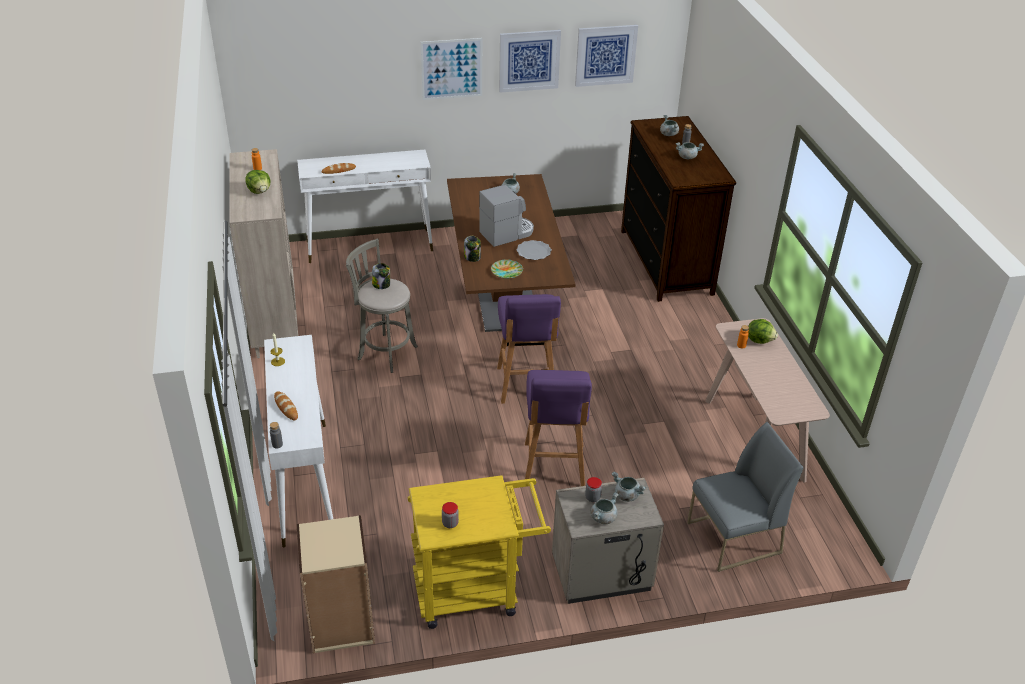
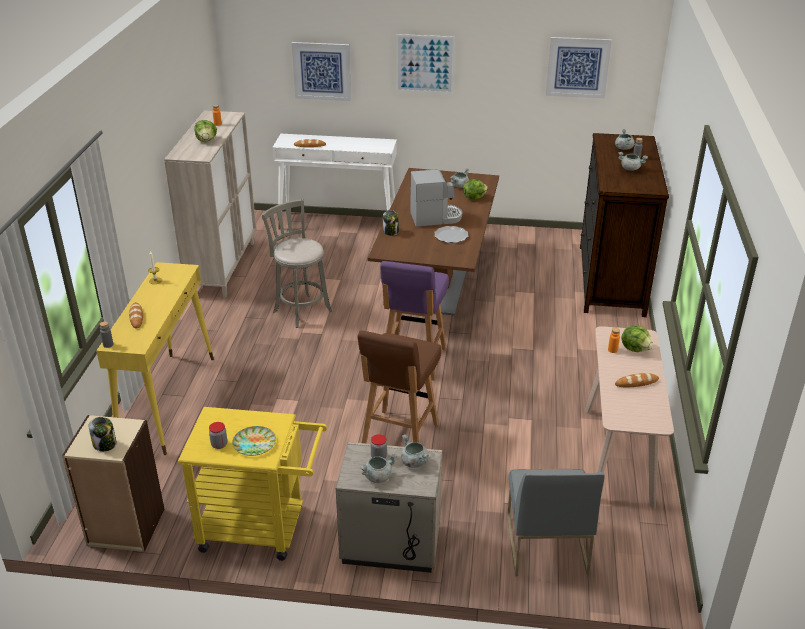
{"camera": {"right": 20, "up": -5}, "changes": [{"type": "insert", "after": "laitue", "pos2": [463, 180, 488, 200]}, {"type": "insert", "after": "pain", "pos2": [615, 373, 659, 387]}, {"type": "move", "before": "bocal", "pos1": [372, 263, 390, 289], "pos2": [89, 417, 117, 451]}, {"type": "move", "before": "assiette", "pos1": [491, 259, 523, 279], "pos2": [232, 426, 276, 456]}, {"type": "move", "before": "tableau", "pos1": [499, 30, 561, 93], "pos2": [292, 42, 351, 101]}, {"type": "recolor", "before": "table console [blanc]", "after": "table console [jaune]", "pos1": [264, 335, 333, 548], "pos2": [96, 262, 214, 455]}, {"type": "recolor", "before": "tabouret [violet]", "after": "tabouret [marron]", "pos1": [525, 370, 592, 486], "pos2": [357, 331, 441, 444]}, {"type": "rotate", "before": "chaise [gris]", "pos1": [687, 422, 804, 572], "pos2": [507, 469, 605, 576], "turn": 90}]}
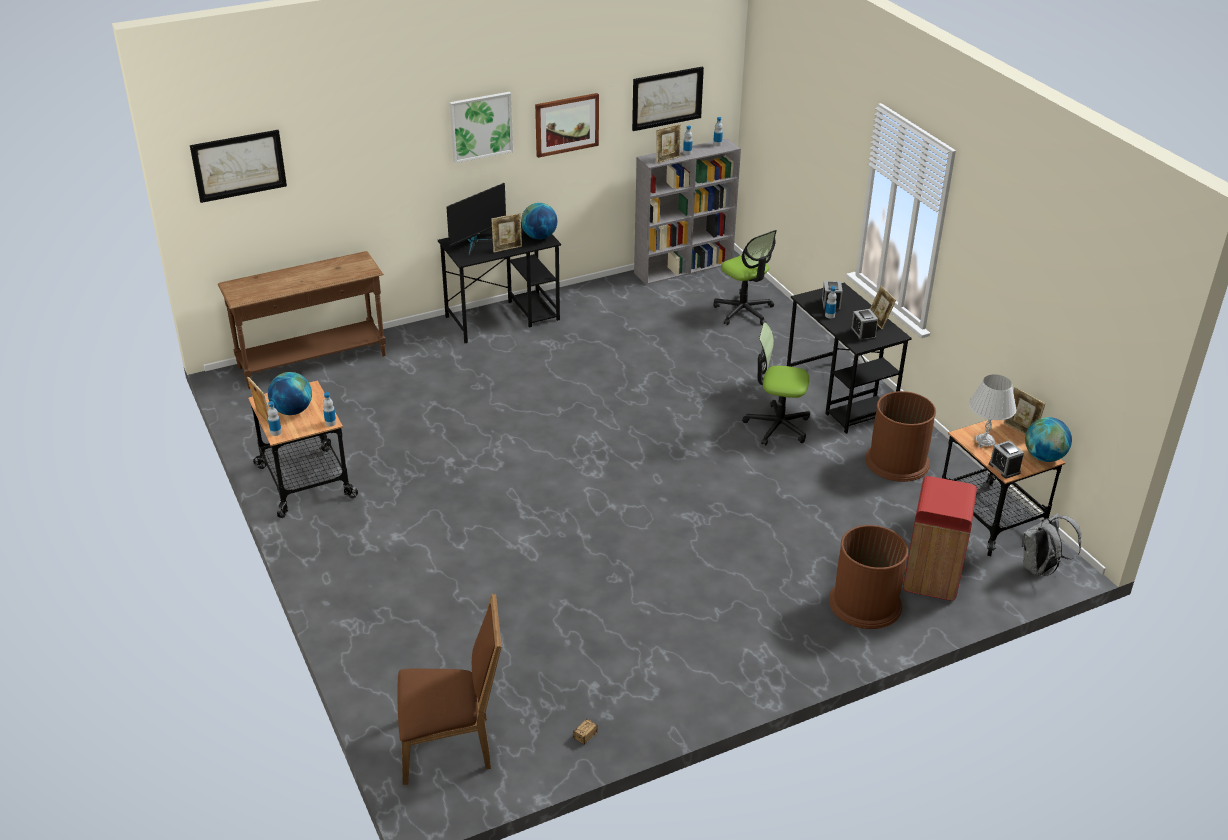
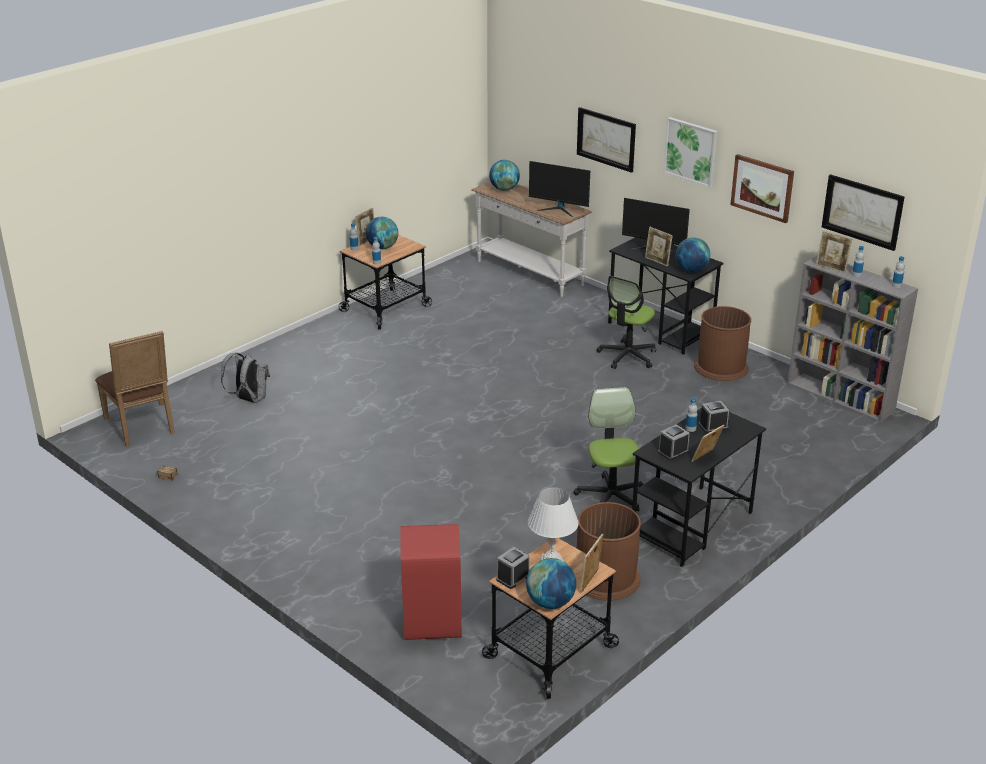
{"camera": {"right": 70, "up": -5}, "changes": [{"type": "insert", "after": "globe", "pos2": [489, 160, 520, 191]}, {"type": "insert", "after": "écran d'ordinateur", "pos2": [529, 161, 590, 217]}, {"type": "move", "before": "tableau", "pos1": [190, 130, 287, 203], "pos2": [577, 107, 636, 173]}, {"type": "move", "before": "chaise de bureau", "pos1": [713, 230, 777, 325], "pos2": [596, 276, 656, 369]}, {"type": "move", "before": "poubelle [marron]", "pos1": [829, 525, 908, 629], "pos2": [694, 306, 751, 381]}, {"type": "move", "before": "sac à dos [gris]", "pos1": [1022, 513, 1081, 576], "pos2": [221, 353, 270, 403]}, {"type": "recolor", "before": "table console [marron]", "after": "table console [blanc]", "pos1": [218, 251, 386, 389], "pos2": [471, 181, 592, 297]}]}
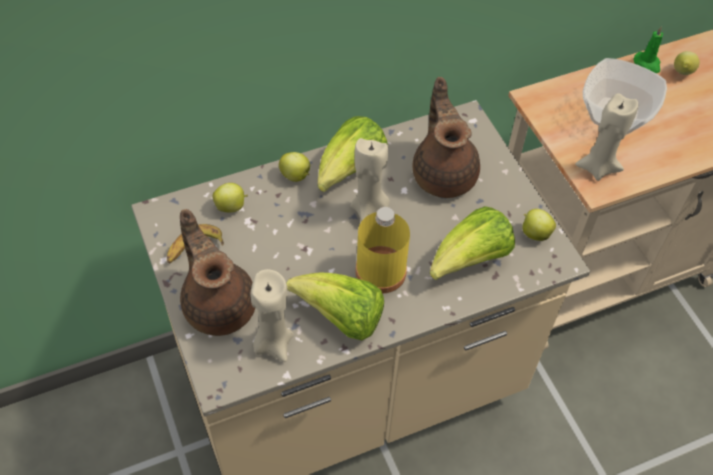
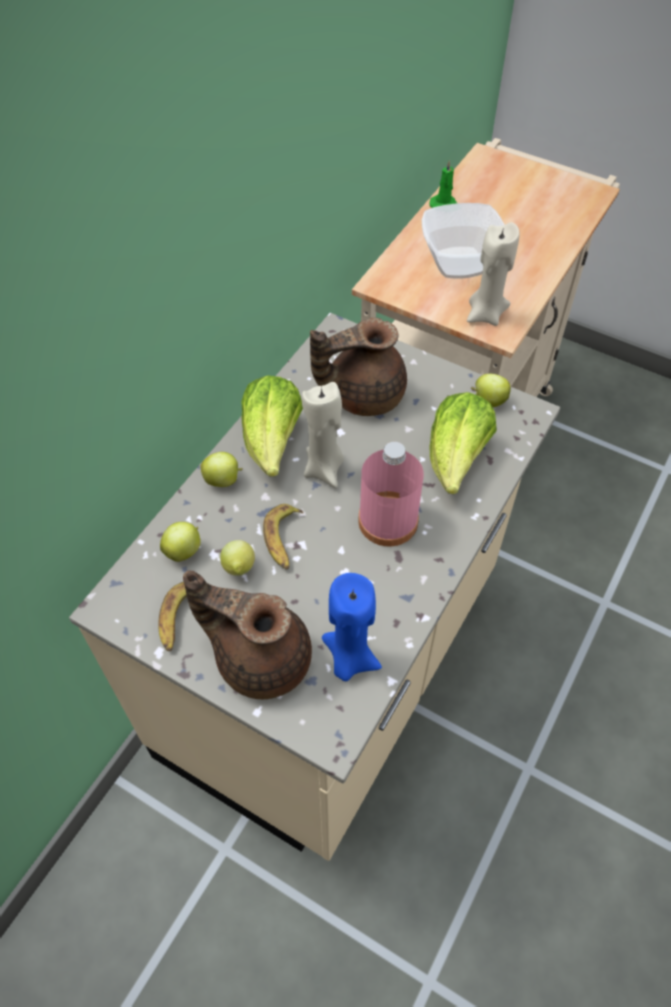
{"camera": {"right": -35, "up": 0}, "changes": [{"type": "delete", "before": "laitue", "pos1": [286, 272, 384, 340]}, {"type": "insert", "after": "banane", "pos2": [263, 504, 304, 570]}, {"type": "move", "before": "citron", "pos1": [674, 51, 700, 75], "pos2": [220, 540, 255, 576]}, {"type": "recolor", "before": "bougie [beige]", "after": "bougie [bleu]", "pos1": [250, 269, 294, 362], "pos2": [322, 573, 382, 681]}, {"type": "recolor", "before": "bouteille [jaune]", "after": "bouteille [rose]", "pos1": [355, 207, 410, 294], "pos2": [358, 442, 424, 546]}, {"type": "rotate", "before": "théière [marron]", "pos1": [413, 77, 480, 198], "pos2": [310, 318, 407, 416], "turn": -60}]}
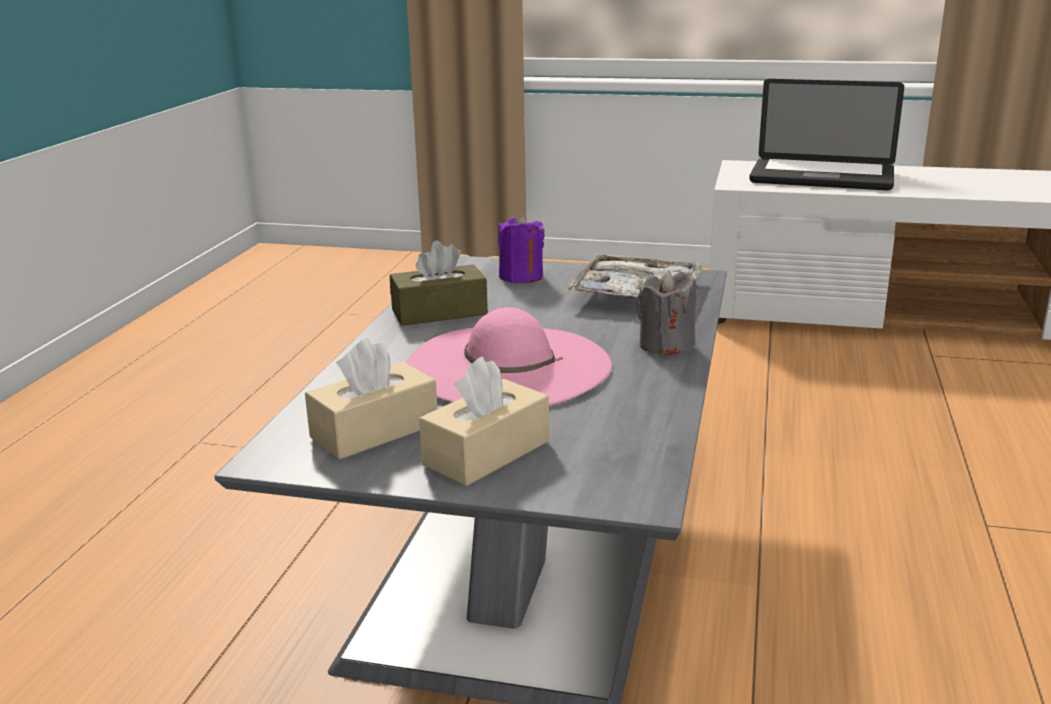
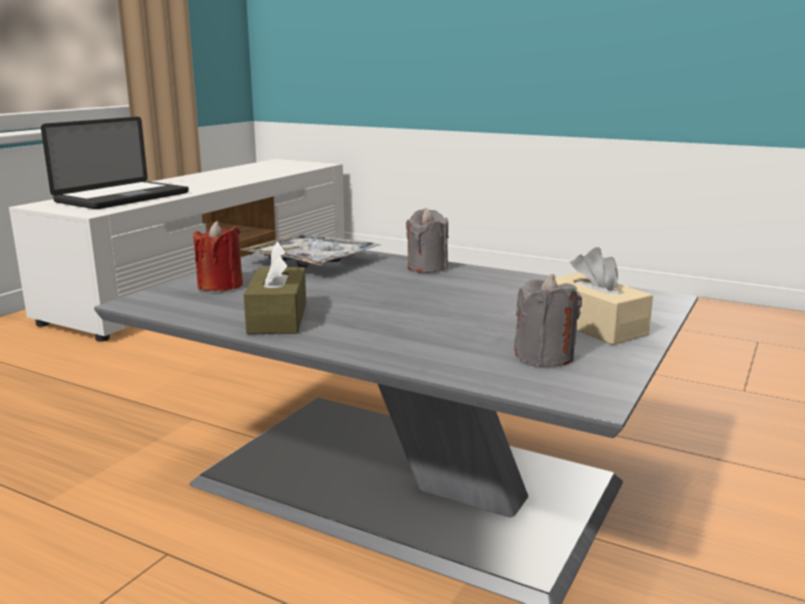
{"camera": {"right": -75, "up": -5}, "changes": [{"type": "delete", "before": "chapeau [rose]", "pos1": [406, 307, 612, 406]}, {"type": "replace", "before": "boîte à mouchoirs [beige]", "after": "bougie [gris]", "pos1": [305, 338, 437, 459], "pos2": [514, 274, 582, 367]}, {"type": "recolor", "before": "bougie [violet]", "after": "bougie [rouge]", "pos1": [498, 213, 545, 283], "pos2": [193, 221, 243, 291]}]}
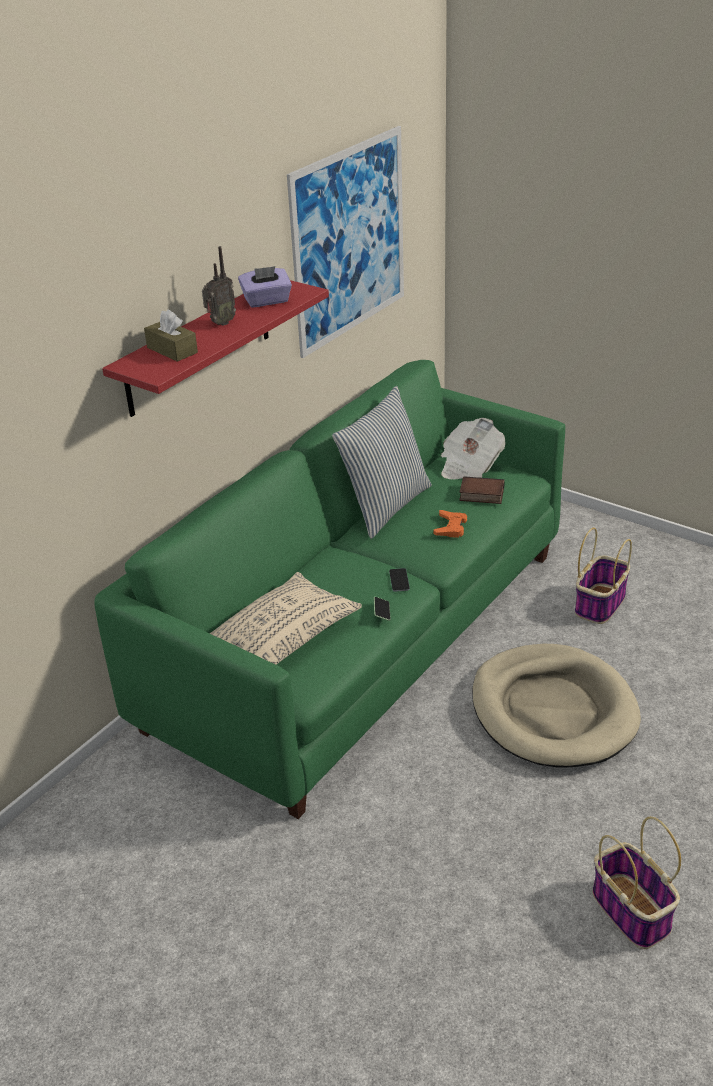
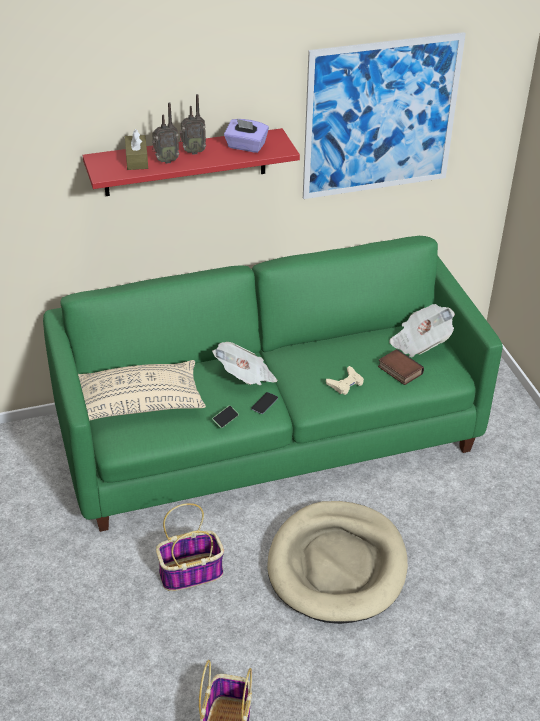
{"camera": {"right": 35, "up": 5}, "changes": [{"type": "delete", "before": "coussin", "pos1": [332, 386, 432, 539]}, {"type": "insert", "after": "radio", "pos2": [152, 102, 180, 164]}, {"type": "insert", "after": "journal", "pos2": [212, 342, 278, 385]}, {"type": "move", "before": "panier", "pos1": [575, 527, 632, 624], "pos2": [156, 503, 224, 591]}, {"type": "recolor", "before": "manette [orange]", "after": "manette [beige]", "pos1": [433, 510, 467, 538], "pos2": [326, 366, 364, 395]}]}
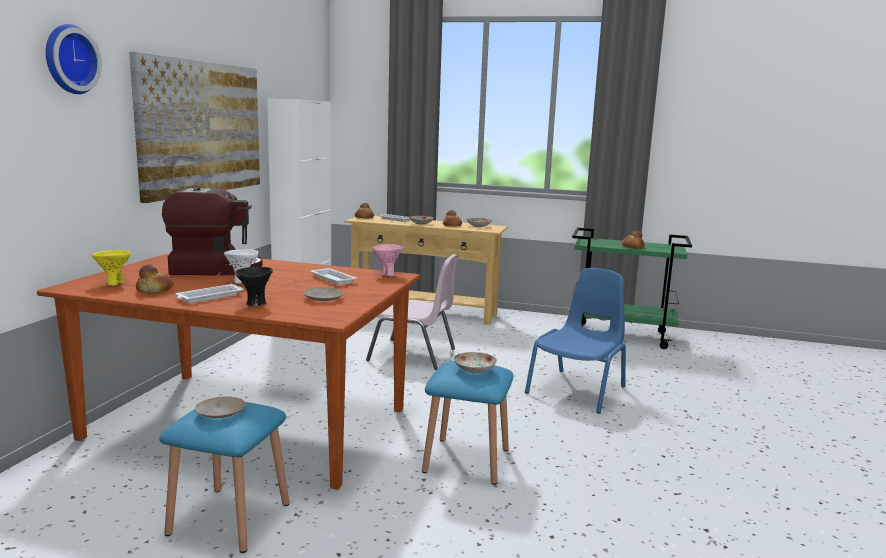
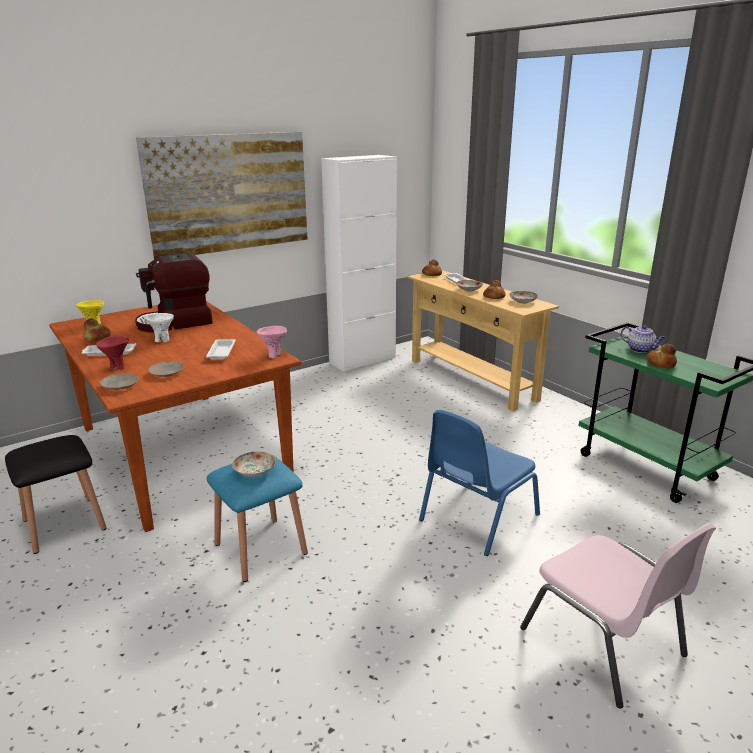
{"camera": {"right": 40, "up": 10}, "changes": [{"type": "delete", "before": "horloge murale", "pos1": [46, 24, 102, 94]}, {"type": "insert", "after": "théière", "pos2": [621, 325, 666, 353]}, {"type": "move", "before": "assiette [beige]", "pos1": [195, 396, 246, 418], "pos2": [100, 373, 139, 390]}, {"type": "move", "before": "chaise [rose]", "pos1": [366, 254, 458, 370], "pos2": [520, 523, 716, 708]}, {"type": "recolor", "before": "tabouret [bleu]", "after": "tabouret [noir]", "pos1": [160, 402, 289, 553], "pos2": [5, 435, 107, 554]}, {"type": "recolor", "before": "bol [noir]", "after": "bol [rouge]", "pos1": [235, 267, 273, 306], "pos2": [96, 336, 129, 370]}, {"type": "rotate", "before": "machine à café", "pos1": [162, 188, 263, 275], "pos2": [135, 253, 213, 333], "turn": 120}, {"type": "rotate", "before": "chaise [bleu]", "pos1": [525, 268, 626, 414], "pos2": [419, 410, 540, 556], "turn": 150}]}
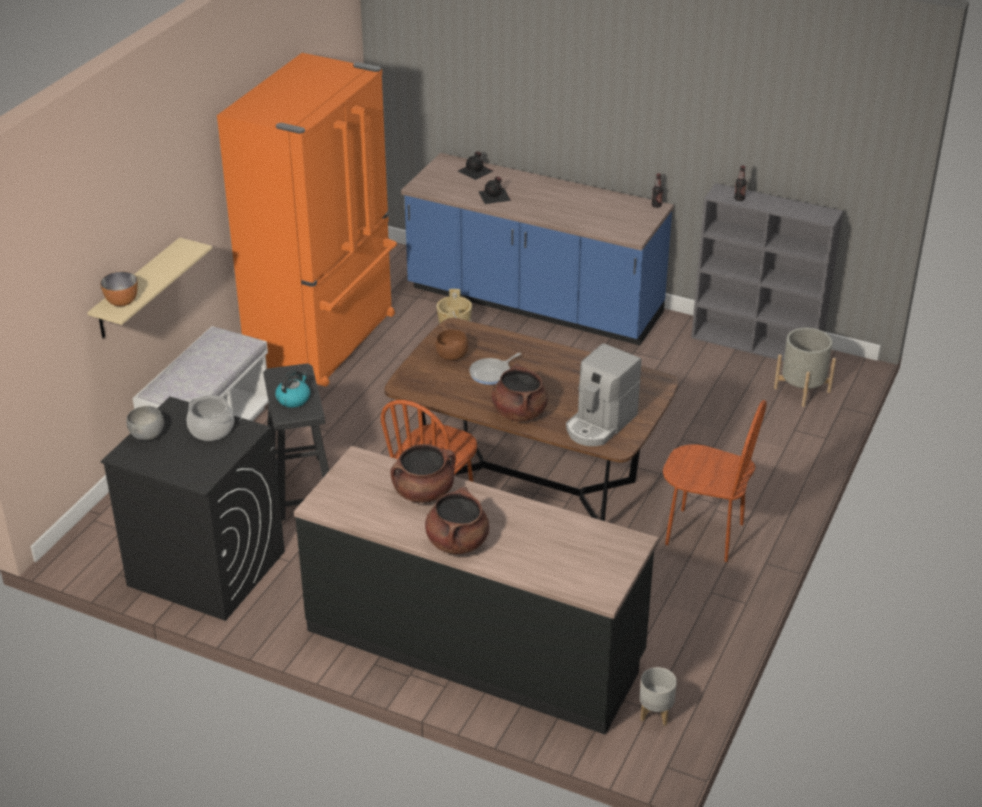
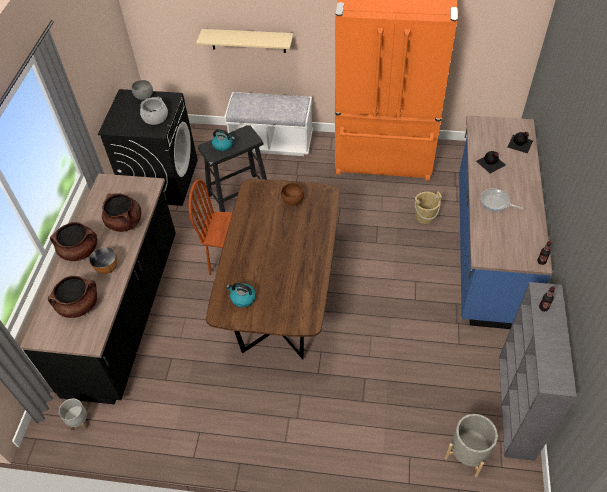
{"camera": {"right": 75, "up": 15}, "changes": [{"type": "delete", "before": "chaise [marron]", "pos1": [663, 400, 767, 562]}, {"type": "move", "before": "bol", "pos1": [100, 271, 138, 307], "pos2": [89, 247, 117, 274]}, {"type": "move", "before": "poêle", "pos1": [469, 353, 521, 385], "pos2": [481, 188, 524, 211]}, {"type": "move", "before": "marmite [marron]", "pos1": [492, 363, 548, 421], "pos2": [48, 276, 97, 318]}, {"type": "replace", "before": "machine à café", "after": "bouilloire", "pos1": [566, 343, 641, 446], "pos2": [226, 283, 256, 308]}]}
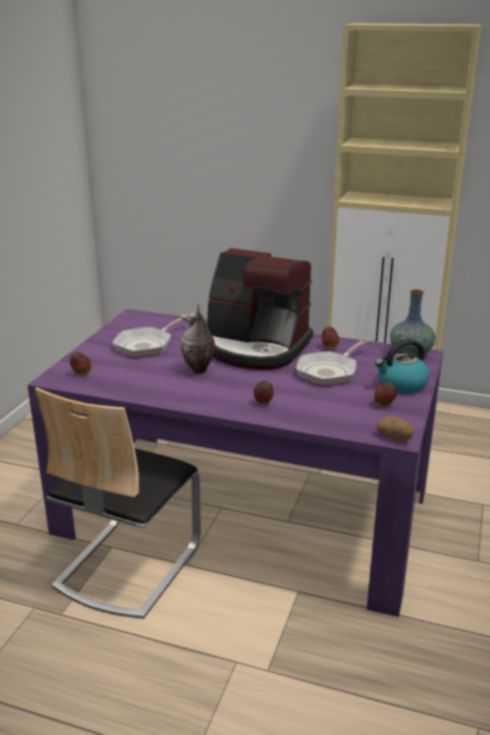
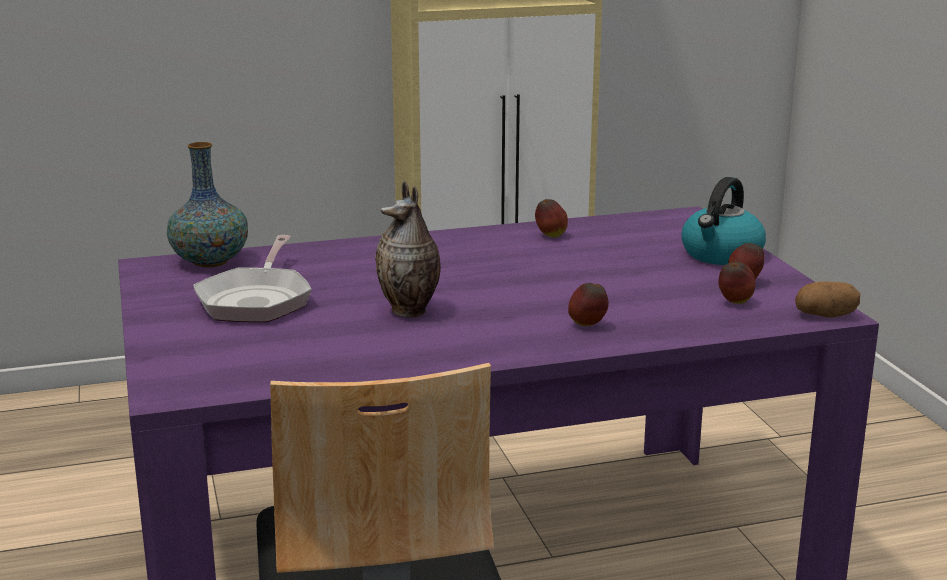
{"camera": {"right": -35, "up": -5}, "changes": [{"type": "delete", "before": "machine à café", "pos1": [207, 248, 313, 370]}, {"type": "delete", "before": "poêle", "pos1": [296, 338, 371, 386]}, {"type": "move", "before": "pomme", "pos1": [70, 352, 91, 375], "pos2": [719, 262, 755, 304]}, {"type": "move", "before": "vase", "pos1": [390, 289, 435, 357], "pos2": [167, 142, 248, 267]}]}
